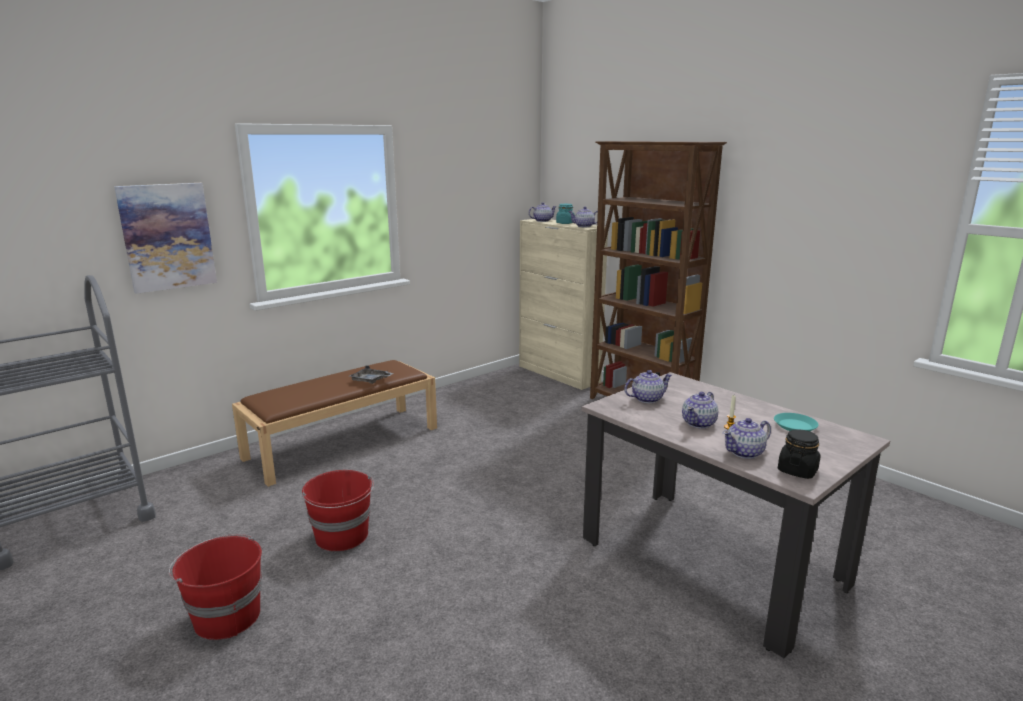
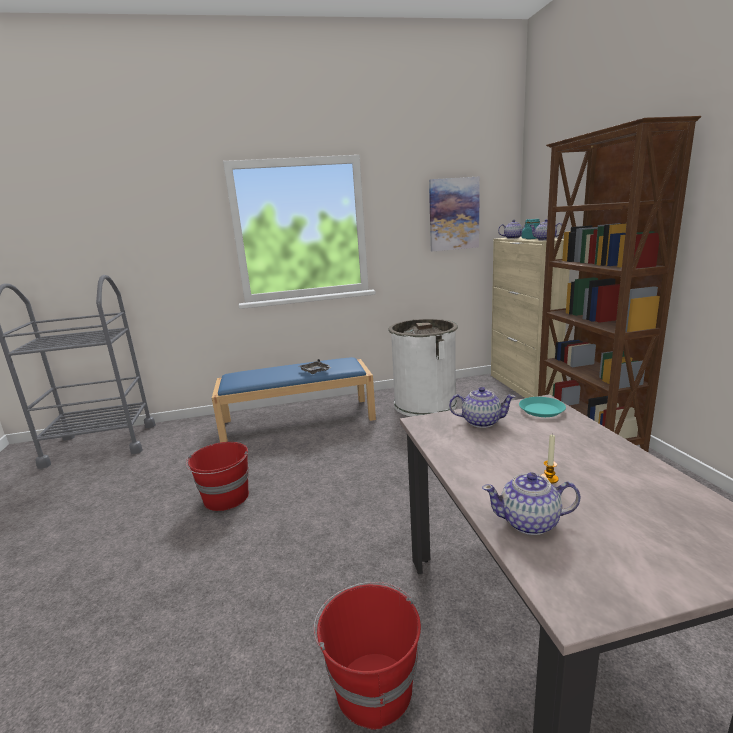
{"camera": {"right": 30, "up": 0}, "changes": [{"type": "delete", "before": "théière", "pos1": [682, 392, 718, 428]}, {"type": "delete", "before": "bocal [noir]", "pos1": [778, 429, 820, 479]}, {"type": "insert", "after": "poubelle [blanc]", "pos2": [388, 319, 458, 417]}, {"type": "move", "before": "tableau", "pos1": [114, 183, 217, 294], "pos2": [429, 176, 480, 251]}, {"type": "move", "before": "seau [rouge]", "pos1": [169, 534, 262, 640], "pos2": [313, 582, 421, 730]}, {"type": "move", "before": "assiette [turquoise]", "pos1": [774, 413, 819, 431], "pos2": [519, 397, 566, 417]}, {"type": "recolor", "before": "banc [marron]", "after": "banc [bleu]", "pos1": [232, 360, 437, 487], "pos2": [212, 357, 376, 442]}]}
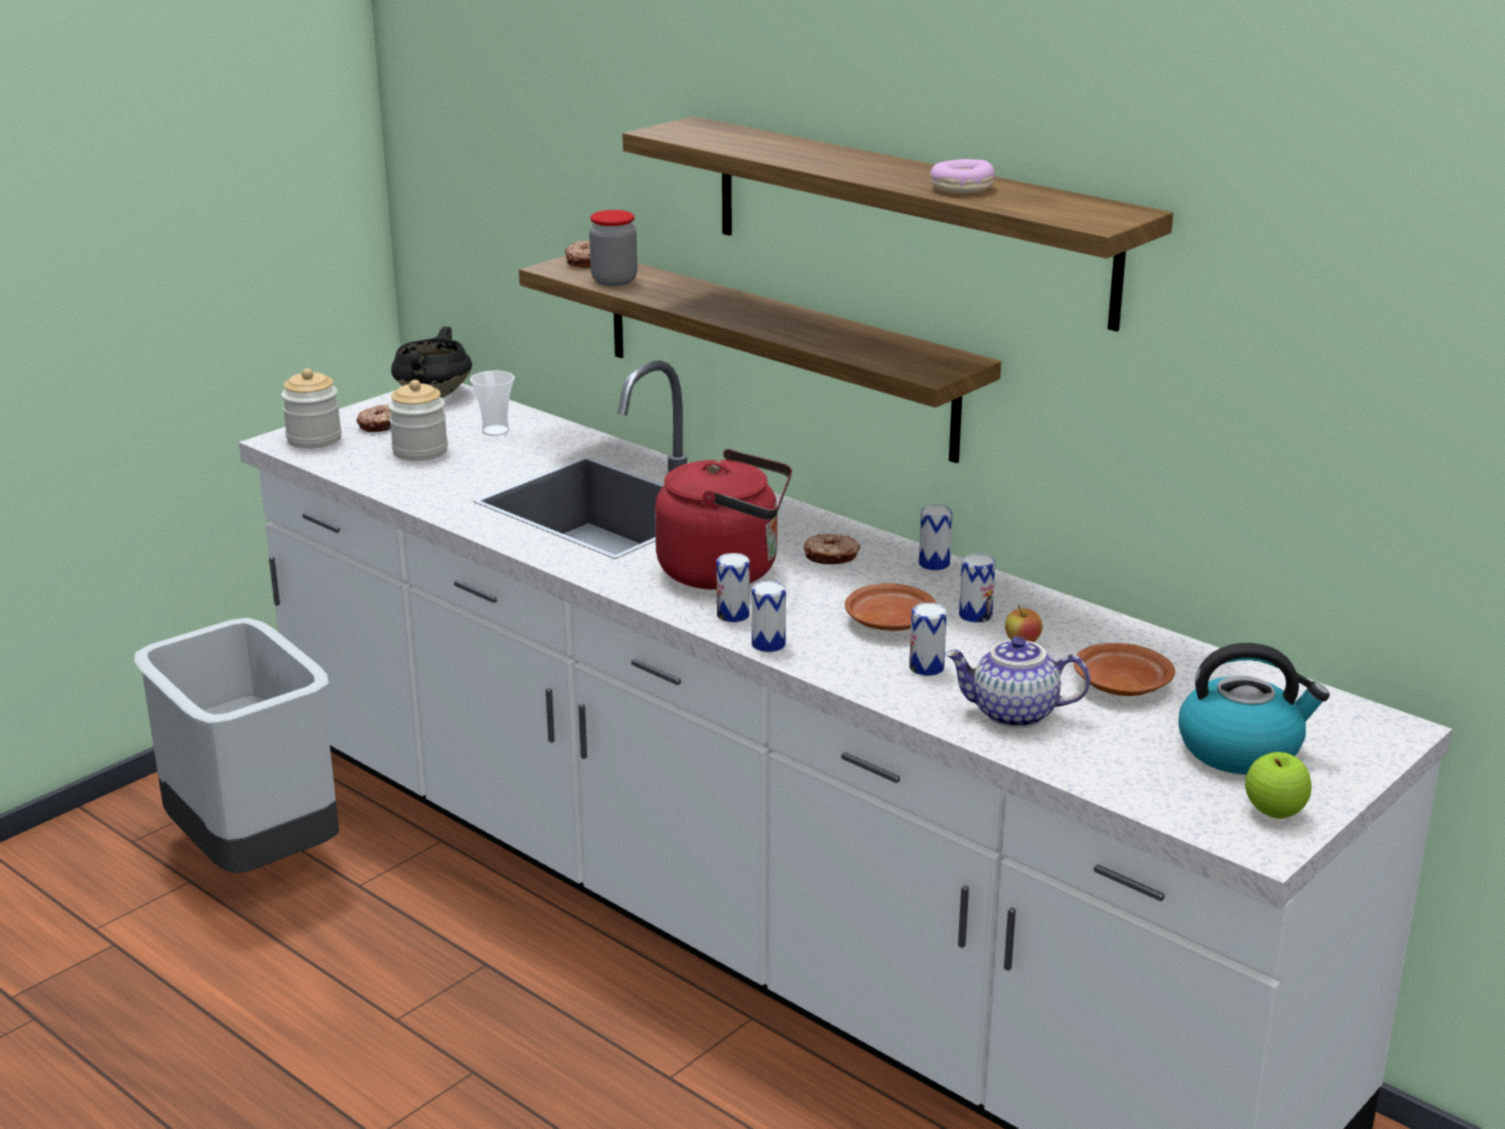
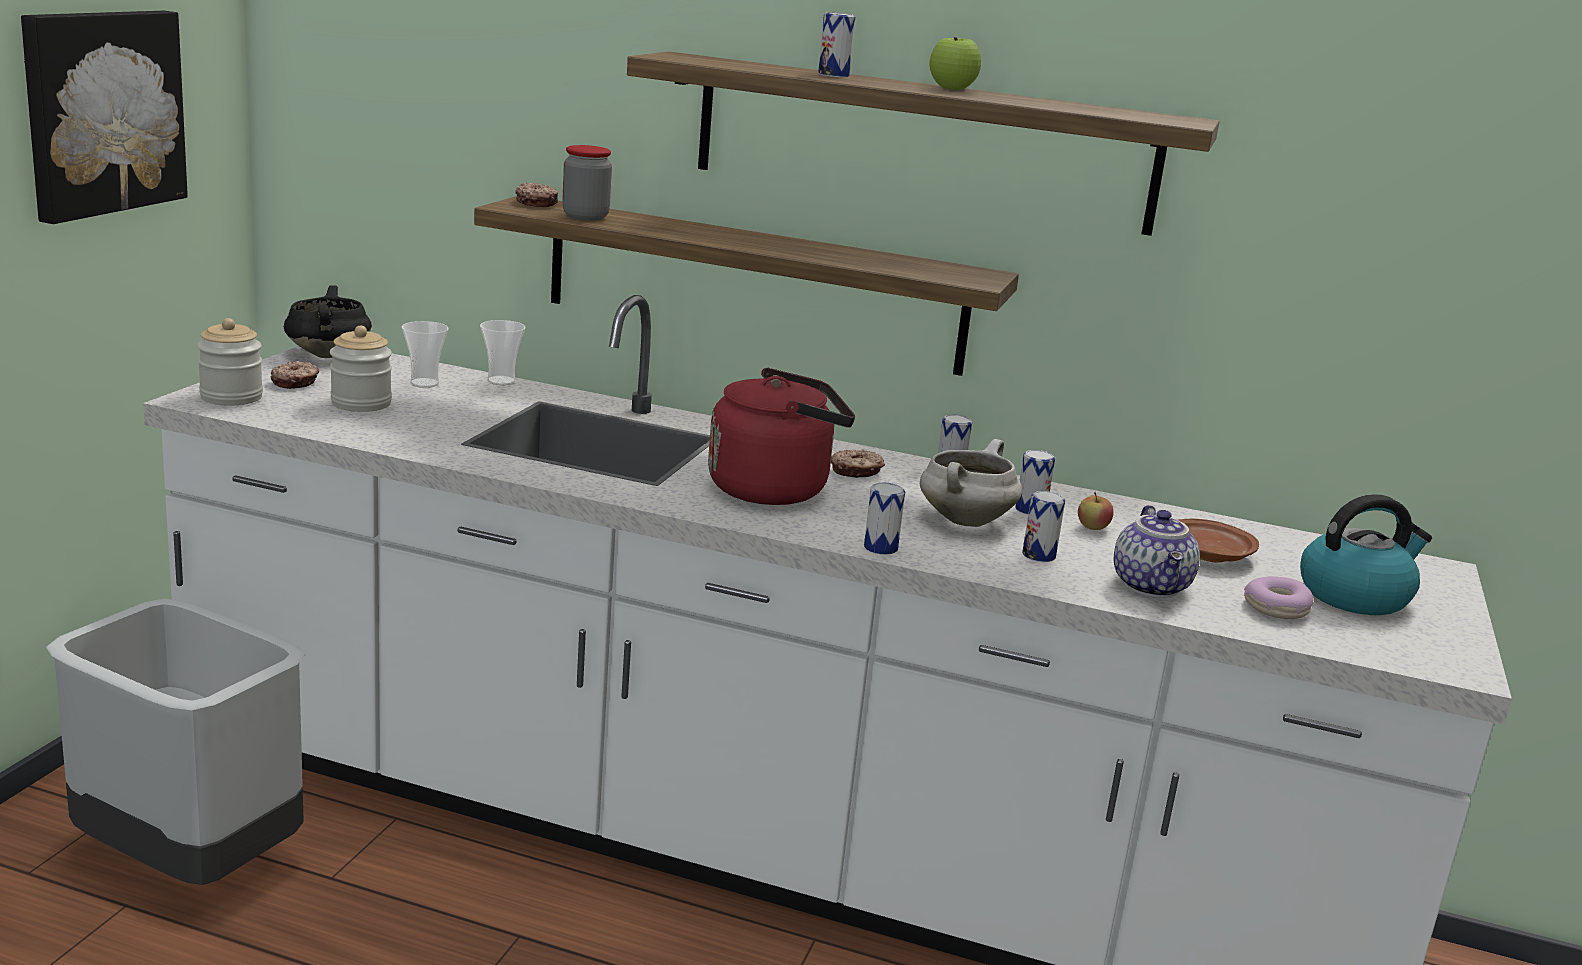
{"camera": {"right": -25, "up": -5}, "changes": [{"type": "insert", "after": "tableau", "pos2": [21, 11, 188, 224]}, {"type": "insert", "after": "tasse", "pos2": [480, 320, 526, 385]}, {"type": "move", "before": "boîte métallique", "pos1": [717, 553, 749, 622], "pos2": [818, 12, 855, 77]}, {"type": "move", "before": "beignet", "pos1": [930, 159, 995, 193], "pos2": [1244, 576, 1313, 619]}, {"type": "move", "before": "pomme", "pos1": [1245, 752, 1312, 819], "pos2": [929, 37, 981, 90]}, {"type": "replace", "before": "assiette [marron]", "after": "marmite [blanc]", "pos1": [845, 583, 936, 631], "pos2": [920, 439, 1022, 527]}, {"type": "rotate", "before": "théière", "pos1": [944, 636, 1090, 728], "pos2": [1114, 505, 1200, 598], "turn": -75}]}
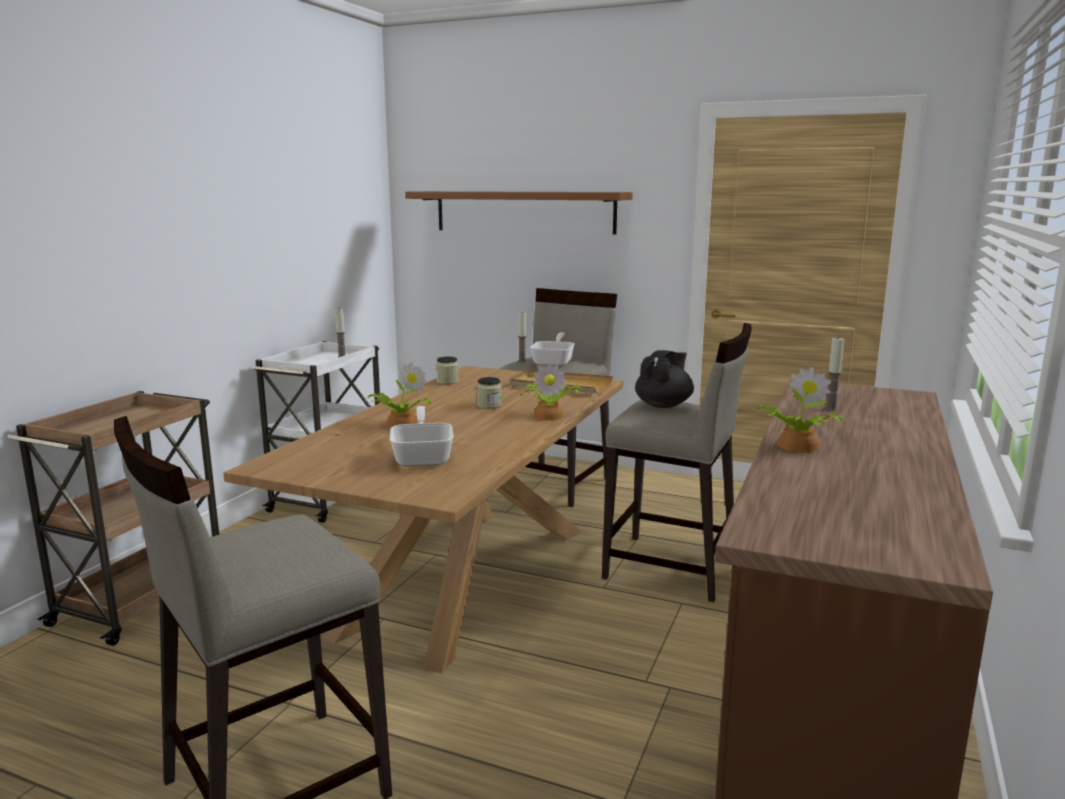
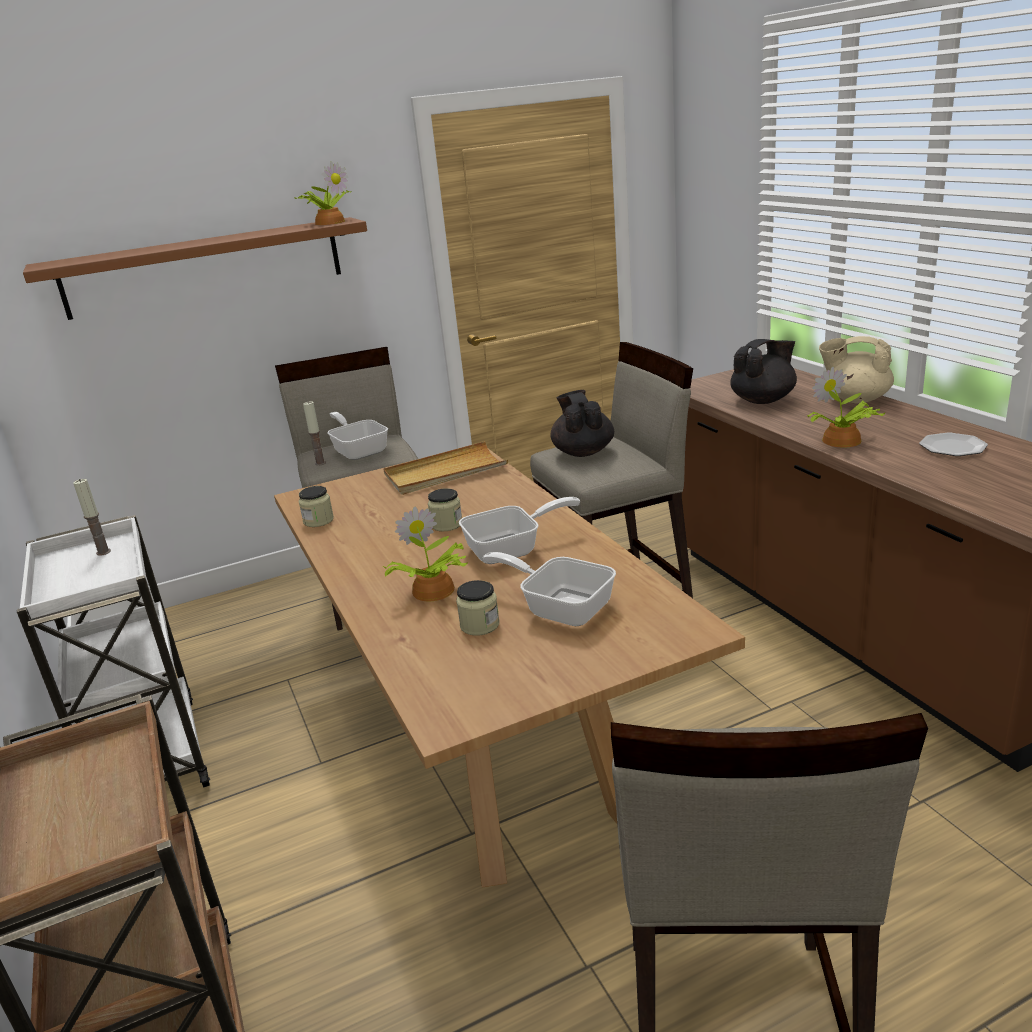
{"camera": {"right": -45, "up": 10}, "changes": [{"type": "insert", "after": "bocal", "pos2": [456, 580, 500, 636]}, {"type": "insert", "after": "poêle", "pos2": [459, 497, 580, 564]}, {"type": "insert", "after": "théière [beige]", "pos2": [819, 336, 894, 403]}, {"type": "insert", "after": "assiette", "pos2": [919, 432, 988, 456]}, {"type": "move", "before": "plante en pot", "pos1": [520, 363, 582, 421], "pos2": [294, 161, 352, 225]}, {"type": "replace", "before": "bougie", "after": "théière [noir]", "pos1": [825, 336, 844, 410], "pos2": [730, 339, 797, 404]}]}
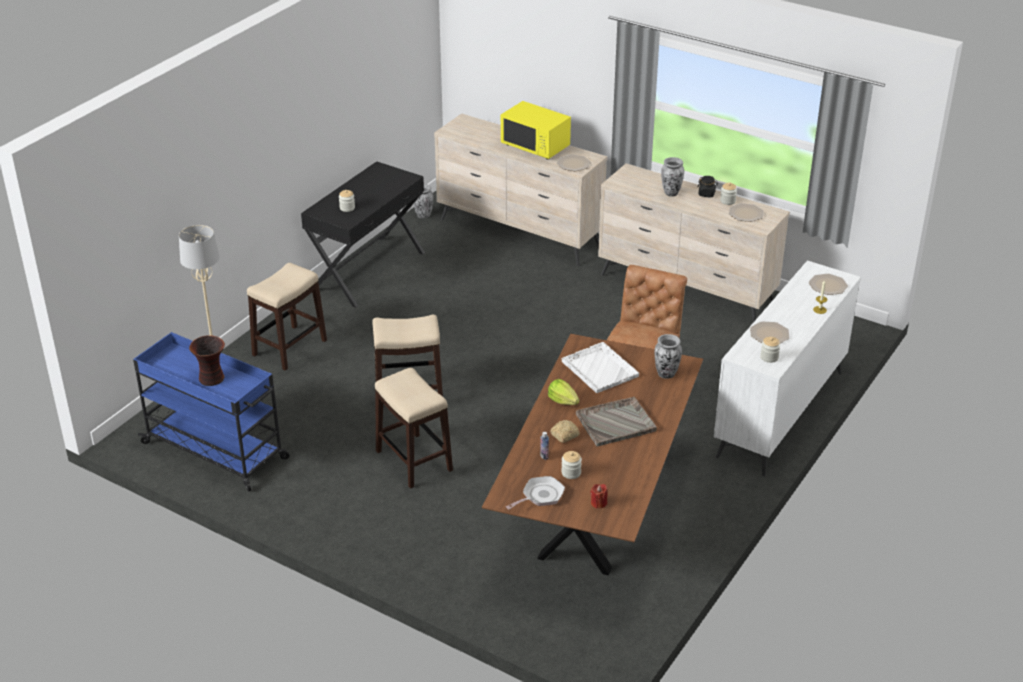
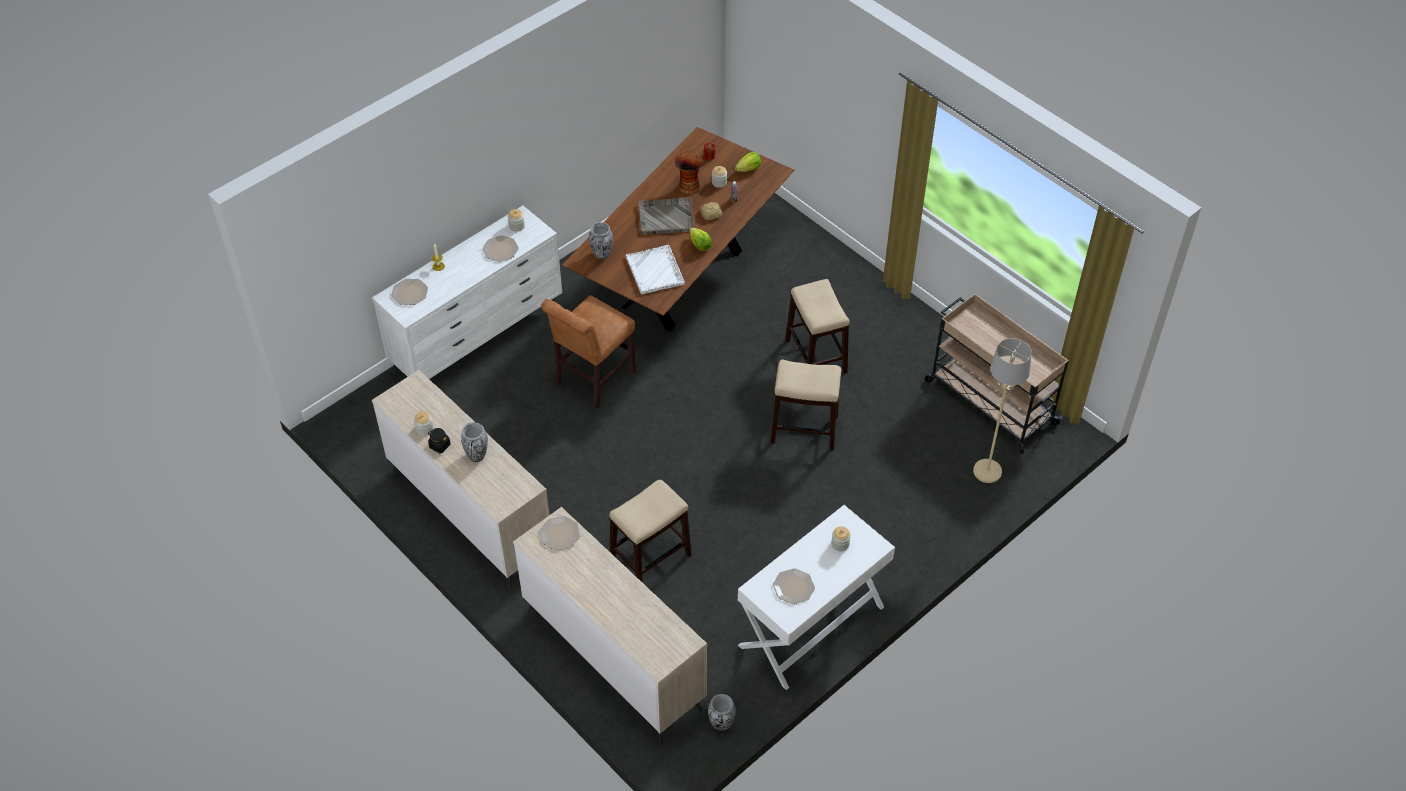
{"camera": {"right": -165, "up": 15}, "changes": [{"type": "delete", "before": "micro-ondes [jaune]", "pos1": [501, 101, 571, 160]}, {"type": "move", "before": "vase", "pos1": [189, 335, 225, 386], "pos2": [674, 152, 704, 195]}, {"type": "move", "before": "tabouret", "pos1": [247, 263, 327, 371], "pos2": [609, 480, 692, 582]}, {"type": "move", "before": "assiette", "pos1": [729, 203, 764, 222], "pos2": [773, 568, 815, 604]}, {"type": "replace", "before": "poêle", "after": "laitue", "pos1": [506, 476, 565, 509], "pos2": [735, 152, 761, 172]}, {"type": "recolor", "before": "chariot [bleu]", "after": "chariot [beige]", "pos1": [133, 332, 290, 492], "pos2": [925, 294, 1069, 454]}, {"type": "recolor", "before": "table console [noir]", "after": "table console [blanc]", "pos1": [301, 161, 425, 308], "pos2": [738, 505, 895, 690]}]}
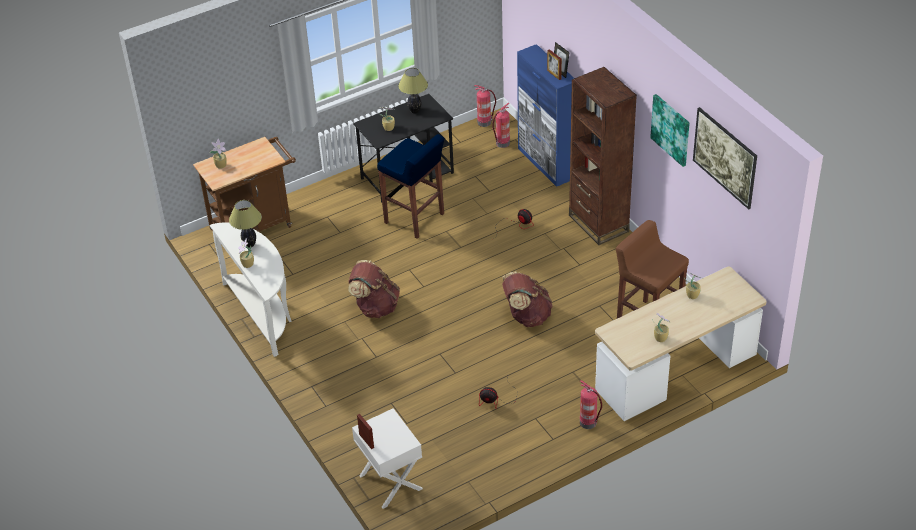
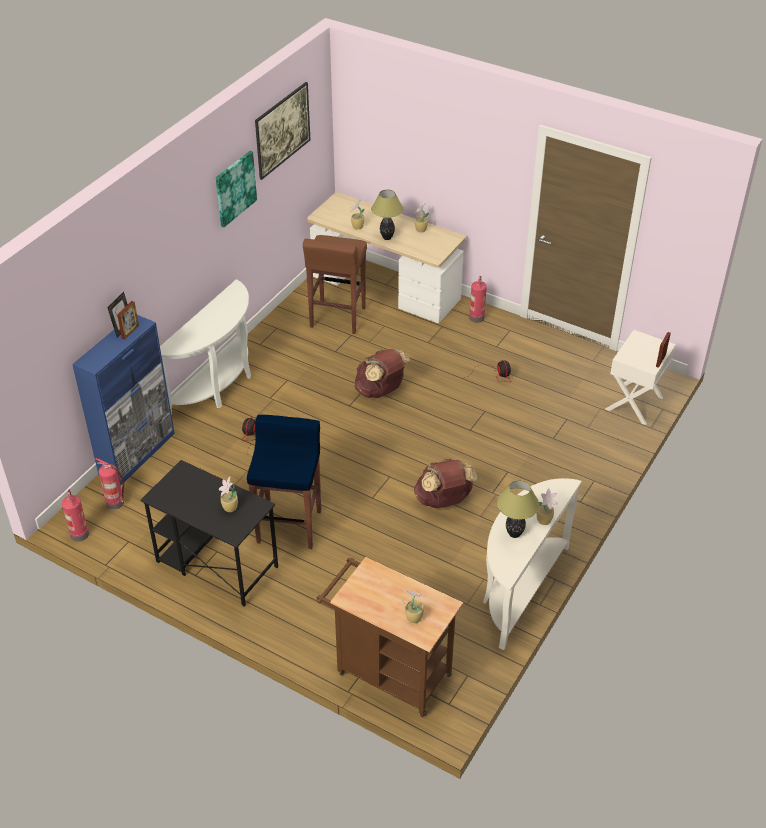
{"camera": {"right": -120, "up": 0}, "changes": [{"type": "move", "before": "lampe de table", "pos1": [398, 68, 428, 114], "pos2": [371, 189, 403, 240]}, {"type": "replace", "before": "bibliothèque [marron]", "after": "table console [blanc]", "pos1": [569, 67, 637, 245], "pos2": [160, 279, 251, 415]}]}
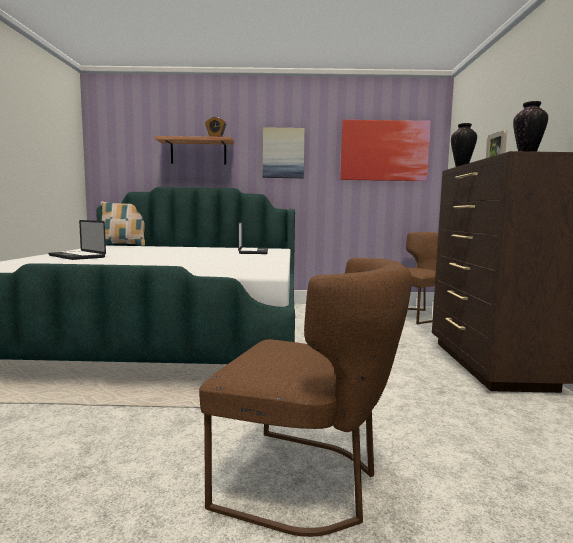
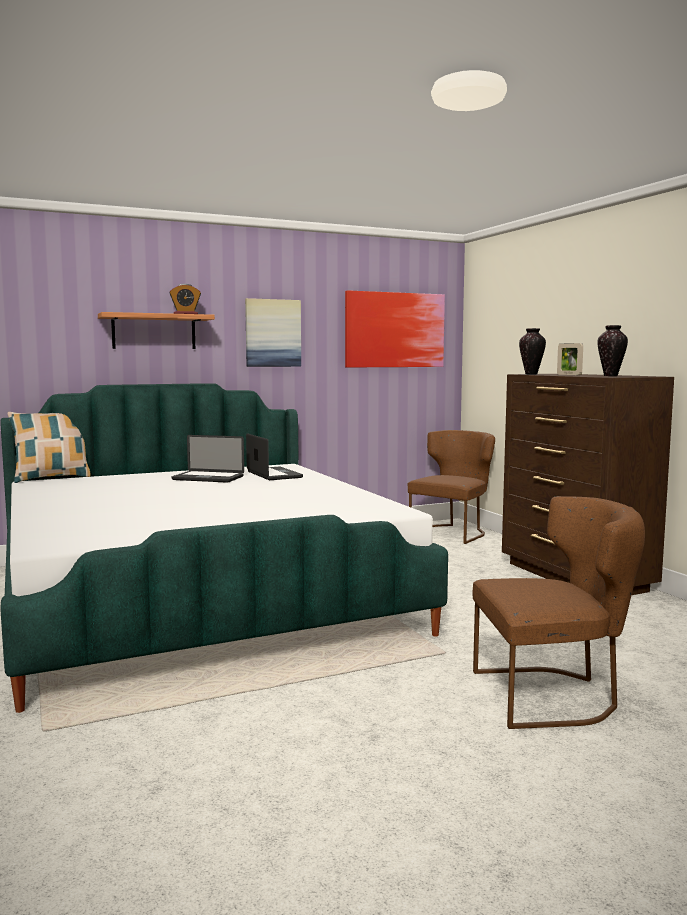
{"camera": {"right": -25, "up": 0}, "changes": [{"type": "move", "before": "ordinateur portable", "pos1": [49, 220, 106, 260], "pos2": [171, 435, 244, 483]}]}
